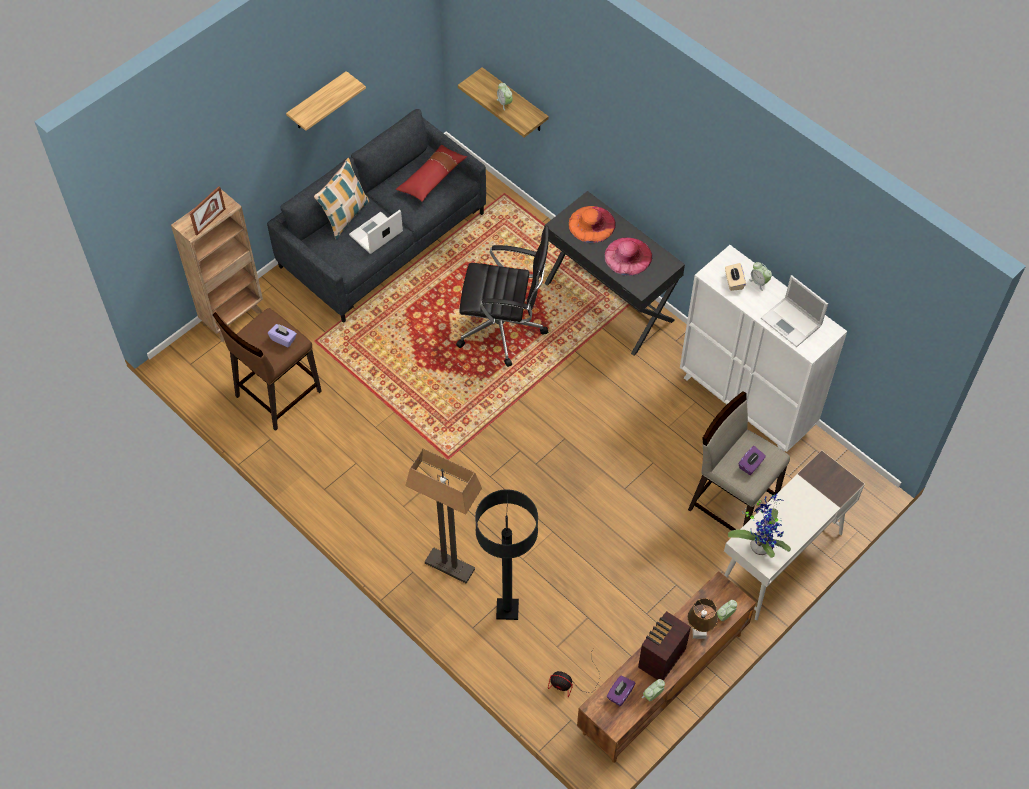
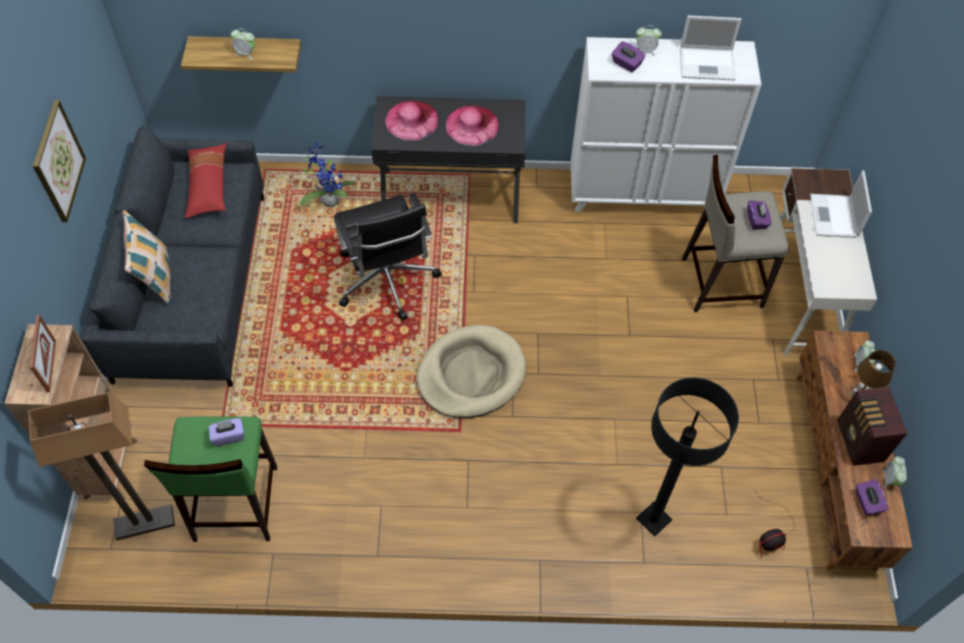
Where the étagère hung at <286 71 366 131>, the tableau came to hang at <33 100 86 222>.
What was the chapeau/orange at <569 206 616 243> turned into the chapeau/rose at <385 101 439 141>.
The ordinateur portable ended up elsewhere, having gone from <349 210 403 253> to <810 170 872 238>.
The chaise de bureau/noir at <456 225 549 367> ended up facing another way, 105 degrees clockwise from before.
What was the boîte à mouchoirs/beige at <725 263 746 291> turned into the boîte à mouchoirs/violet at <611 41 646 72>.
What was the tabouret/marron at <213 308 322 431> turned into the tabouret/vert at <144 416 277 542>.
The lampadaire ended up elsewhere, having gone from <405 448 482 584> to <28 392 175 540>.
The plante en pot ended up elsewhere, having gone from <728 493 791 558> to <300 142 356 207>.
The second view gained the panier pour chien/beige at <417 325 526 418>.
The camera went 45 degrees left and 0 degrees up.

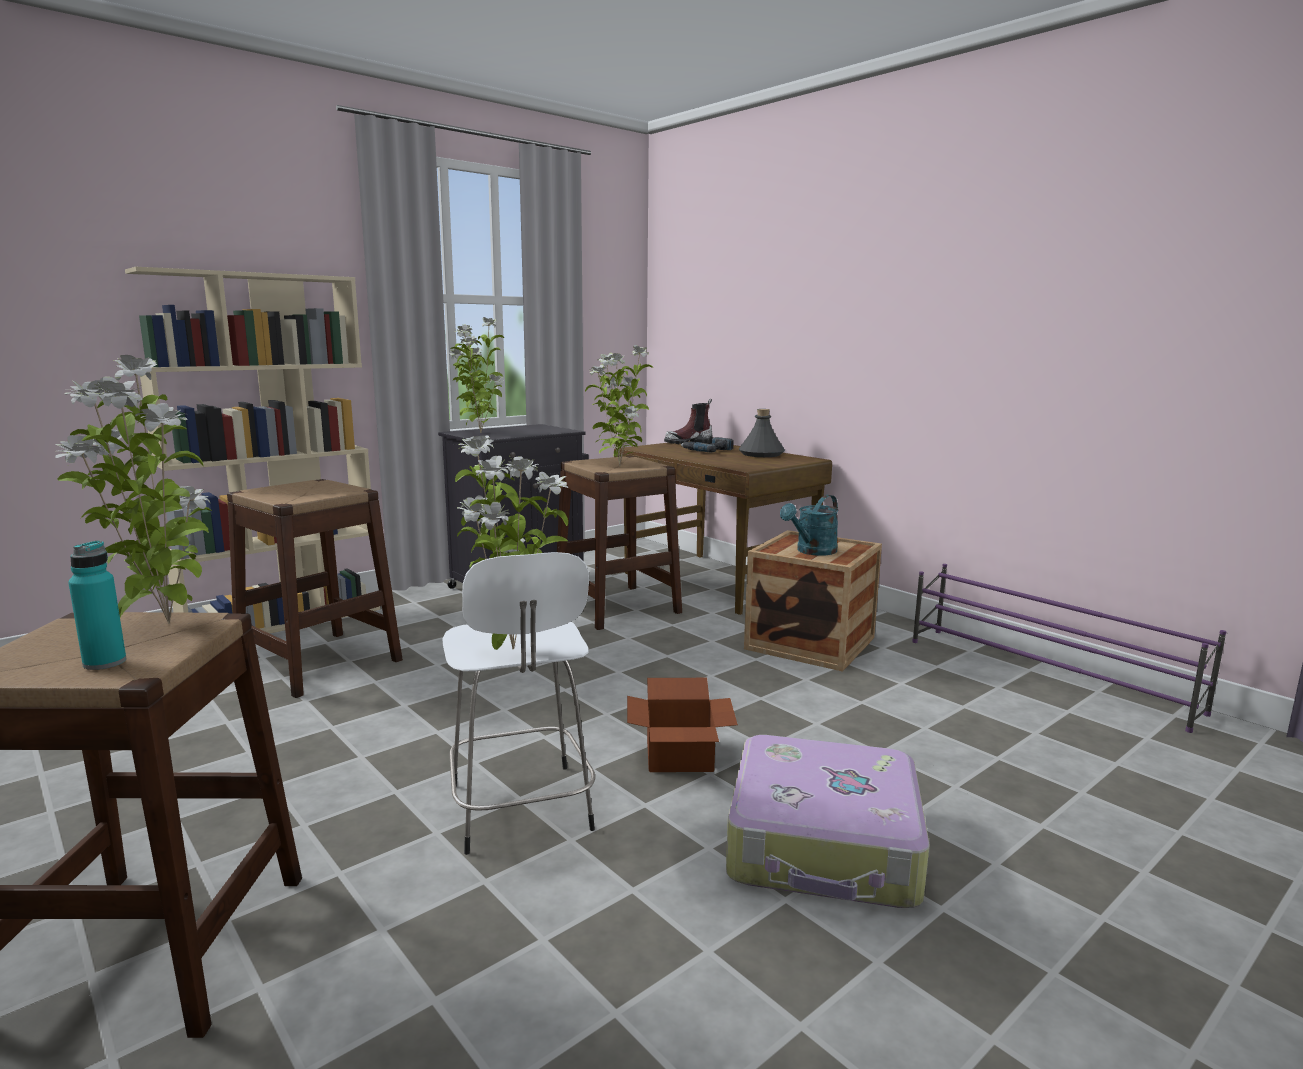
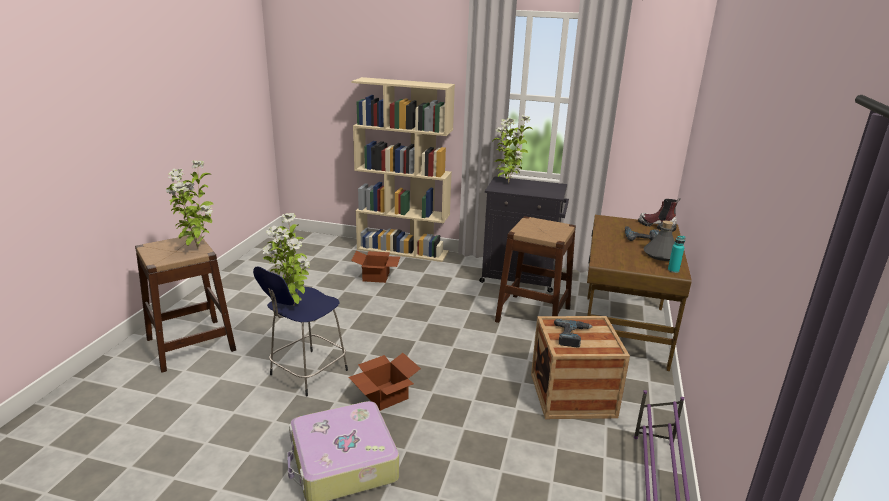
The second view lost the plante en pot at <585 345 654 466>.
Where the tabouret/marron stood at <227 479 403 698>, the carton came to stand at <351 251 400 283>.
Where the arrosoir/turquoise stood at <780 495 839 556>, the perceuse came to stand at <554 319 593 347>.
The bouteille/turquoise ended up elsewhere, having gone from <68 540 126 670> to <668 236 685 273>.
What was the tabouret/blanc at <442 552 595 855> turned into the tabouret/bleu at <253 266 348 396>.
The camera went 55 degrees right and 10 degrees up.

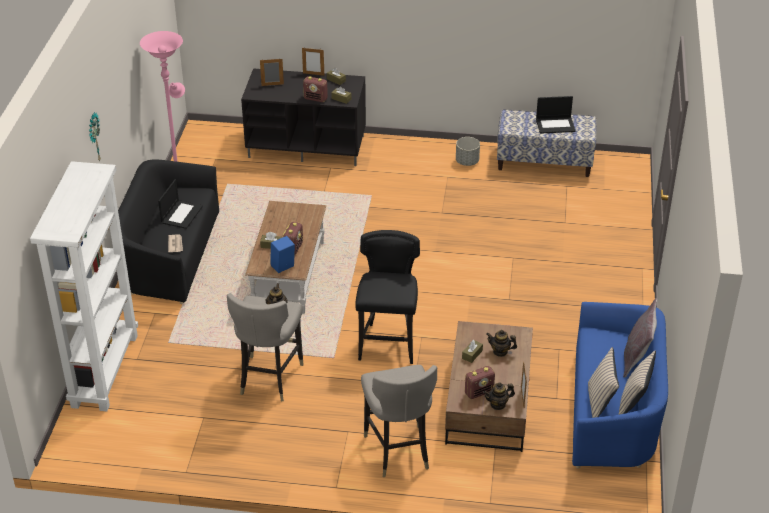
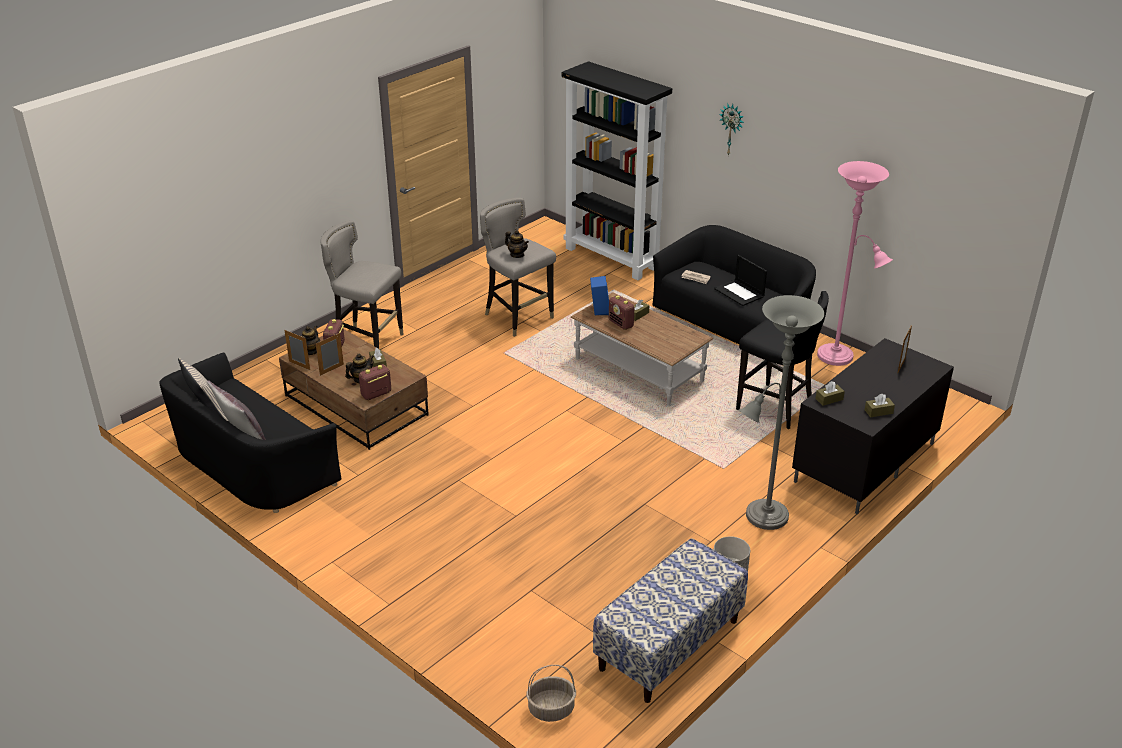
The cadre photo ended up elsewhere, having gone from <302 48 324 76> to <316 333 344 376>.
The radio ended up elsewhere, having gone from <303 76 328 102> to <359 364 391 400>.
The second view lost the ordinateur portable at <536 96 576 134>.
What was the bibliothèque/blanc at <30 161 138 412> turned into the bibliothèque/noir at <562 61 672 280>.
The tabouret/noir ended up elsewhere, having gone from <355 230 420 364> to <736 291 829 429>.
What was the canapé/bleu at <572 302 668 468> turned into the canapé/noir at <159 353 341 513>.
The second view lost the coussin/beige at <588 347 619 418>.
The second view gained the lampadaire/gris at <739 295 824 530>.
The second view gained the panier at <526 665 576 722>.
The camera went 125 degrees right and 5 degrees down.

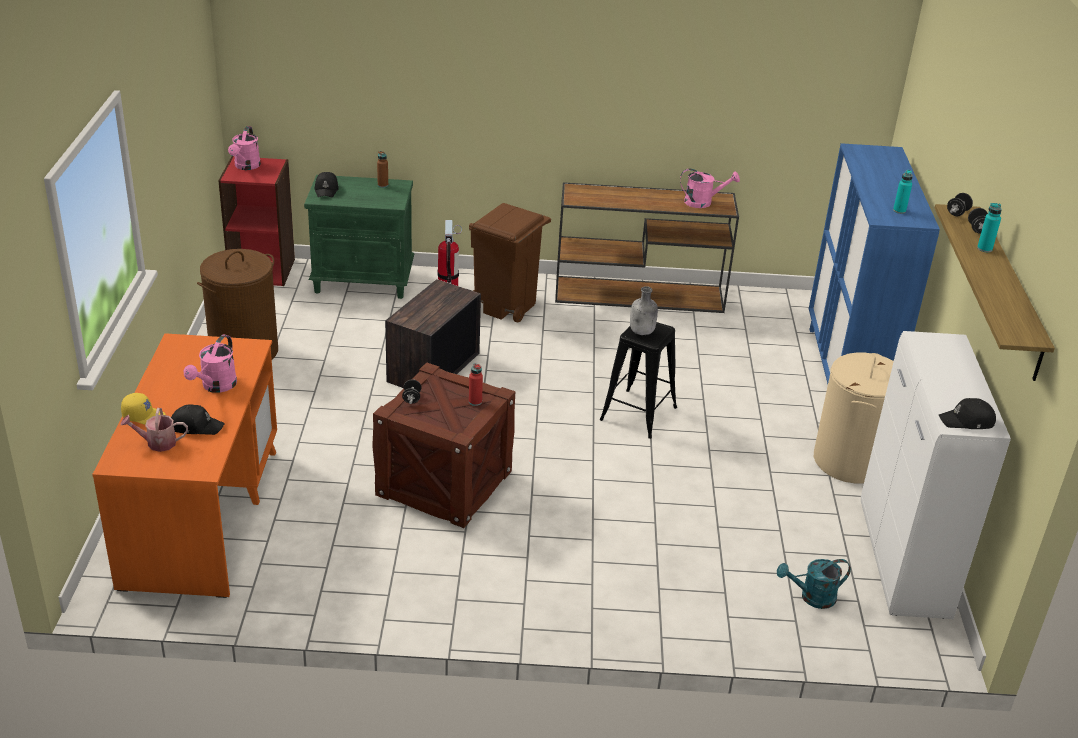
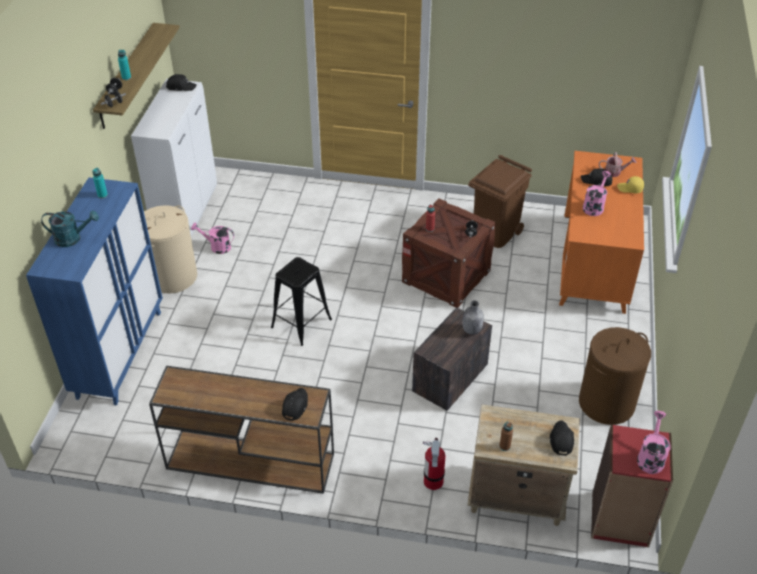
The arrosoir/rose ended up elsewhere, having gone from <680 169 740 208> to <191 223 234 254>.
What was the table de chevet/vert at <304 175 414 299> turned into the table de chevet/beige at <467 404 580 526>.
The poubelle/marron ended up elsewhere, having gone from <469 203 551 323> to <468 155 532 248>.
The bouteille/gris ended up elsewhere, having gone from <630 286 658 335> to <463 300 484 335>.
The arrosoir/turquoise ended up elsewhere, having gone from <777 559 851 609> to <41 211 99 247>.
The second view gained the casquette/noir at <282 388 308 421>.
The camera went 170 degrees left and 10 degrees up.

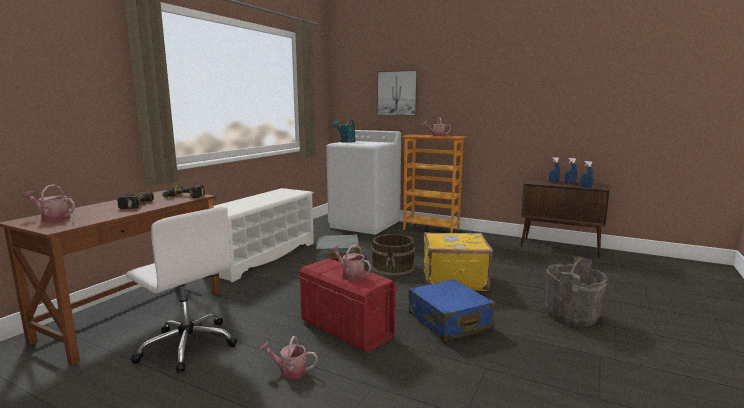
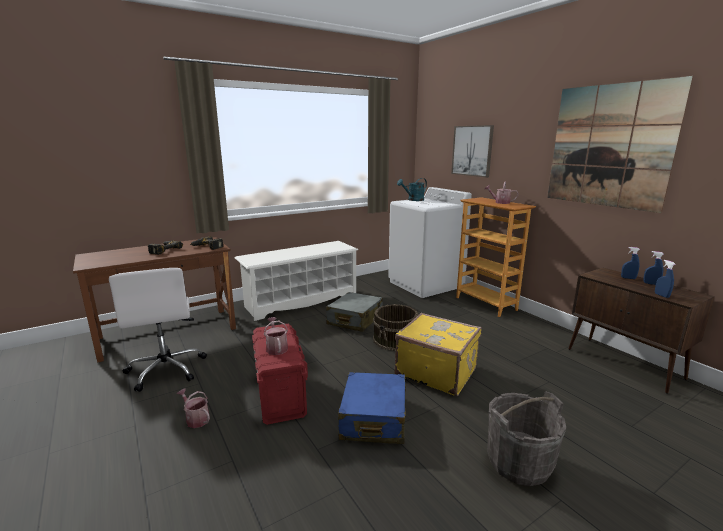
The second view lost the arrosoir at <23 184 75 222>.
The second view gained the tableau at <547 76 694 213>.
The camera went 30 degrees right and 5 degrees up.

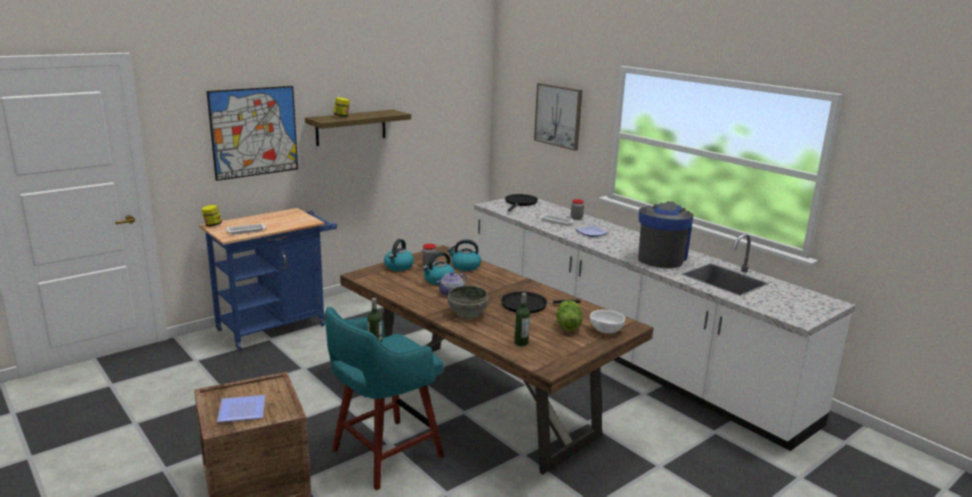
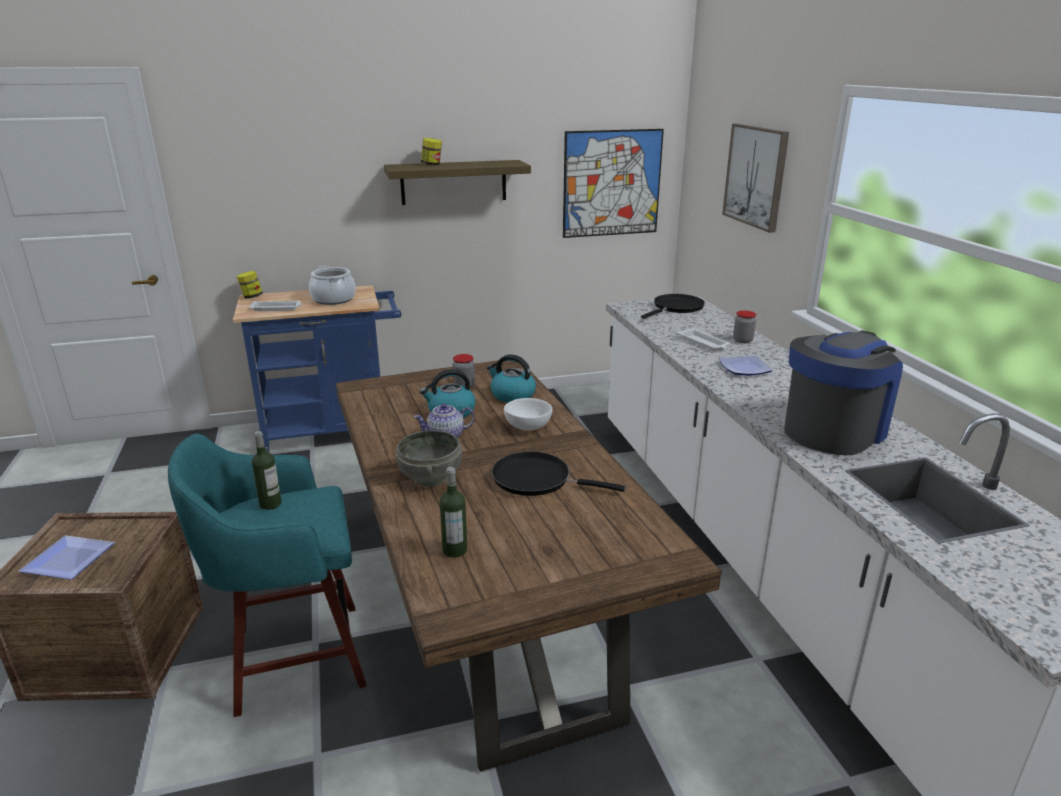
The tableau ended up elsewhere, having gone from <207 86 298 181> to <563 129 664 238>.
The second view lost the bouilloire at <384 239 414 271>.
The second view lost the laitue at <556 300 583 331>.
The bol/blanc ended up elsewhere, having gone from <590 310 625 333> to <504 398 552 431>.
The second view gained the marmite at <309 265 356 305>.
The camera went 25 degrees right and 5 degrees up.

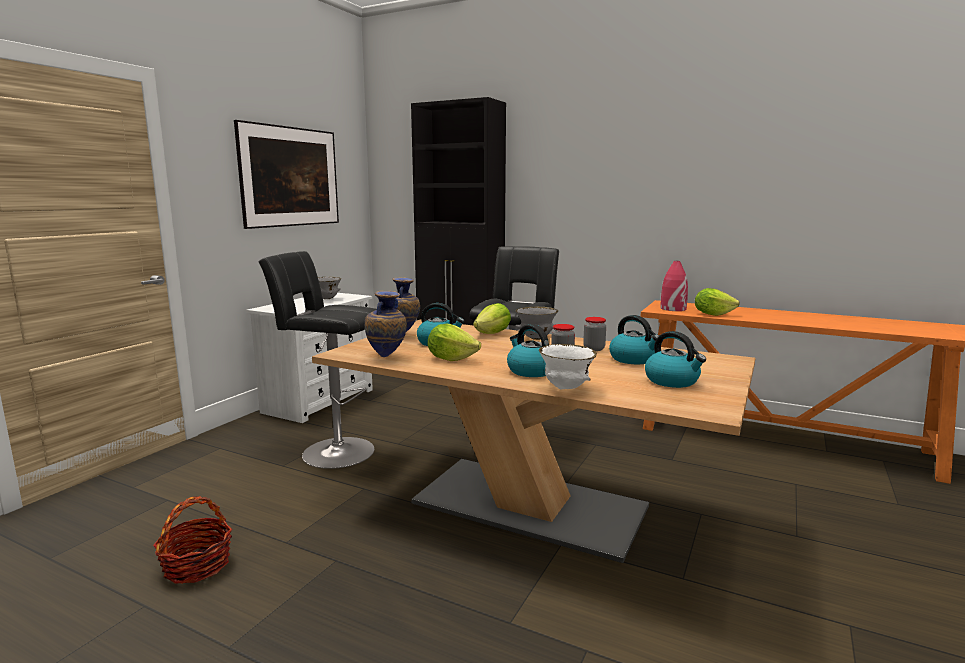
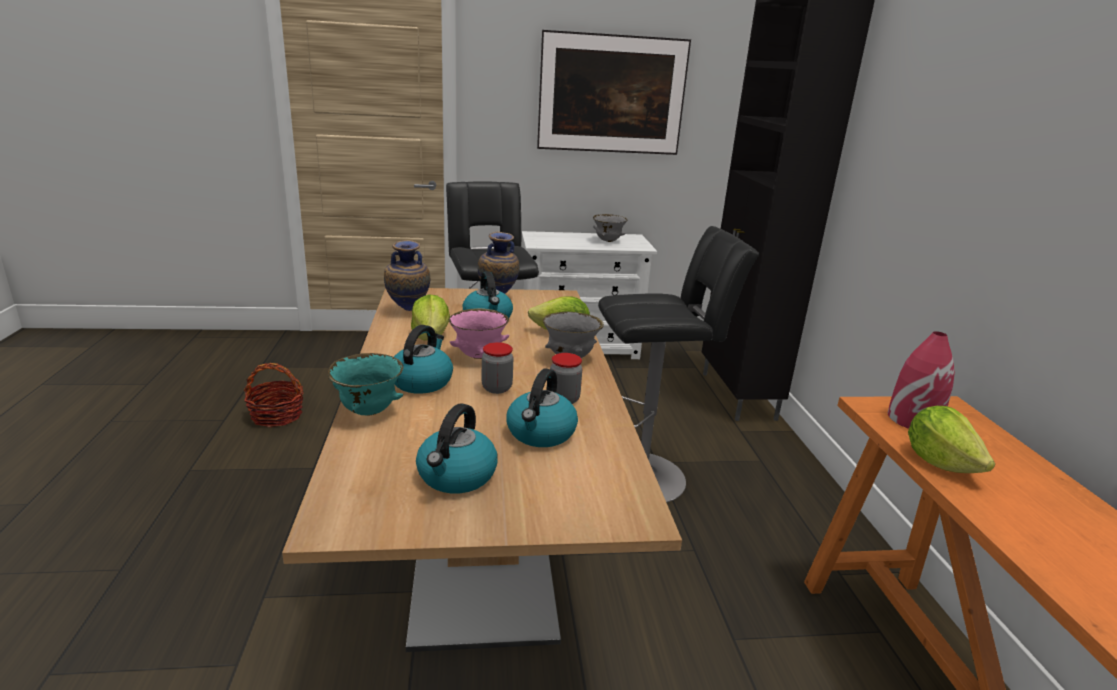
What was the bol/blanc at <539 344 597 389> turned into the bol/turquoise at <328 353 404 415>.
The second view gained the bol/rose at <449 308 510 359>.
The camera went 55 degrees right and 10 degrees up.

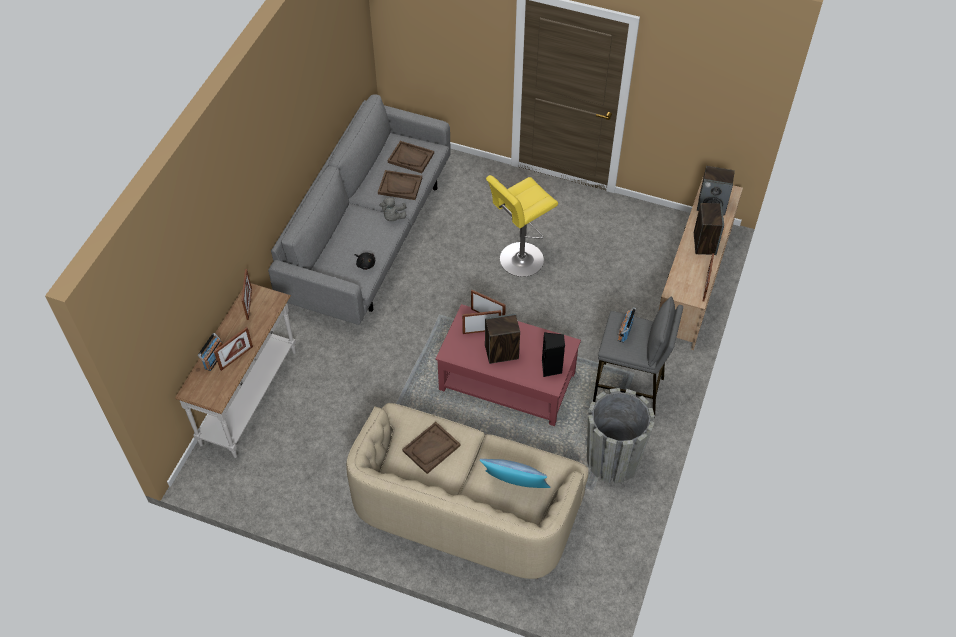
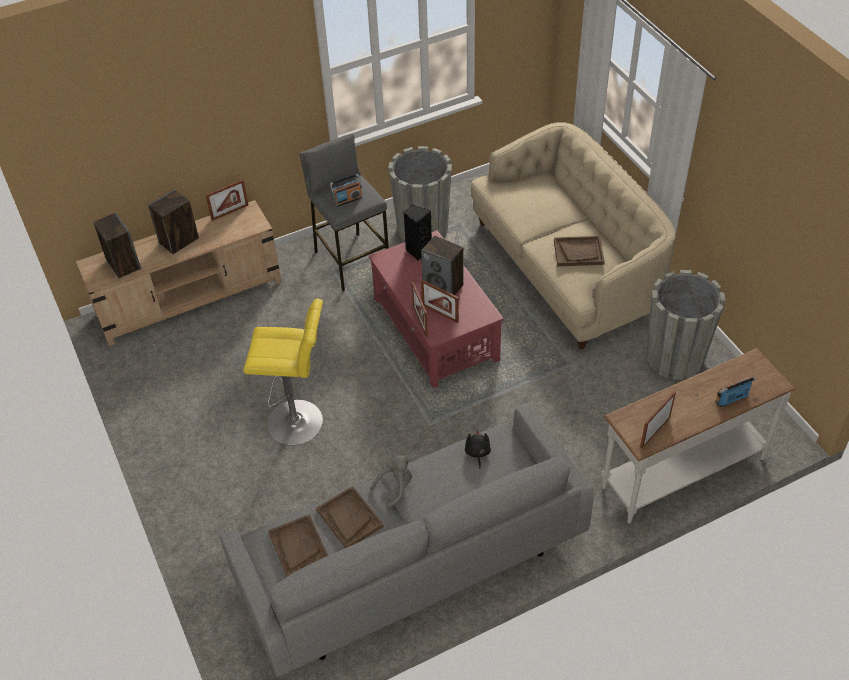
The second view lost the cadre photo at <214 327 253 371>.
The second view lost the coussin at <480 459 551 488>.
The second view gained the cache-pot/gris at <646 270 726 380>.
The camera went 135 degrees left and 5 degrees down.

